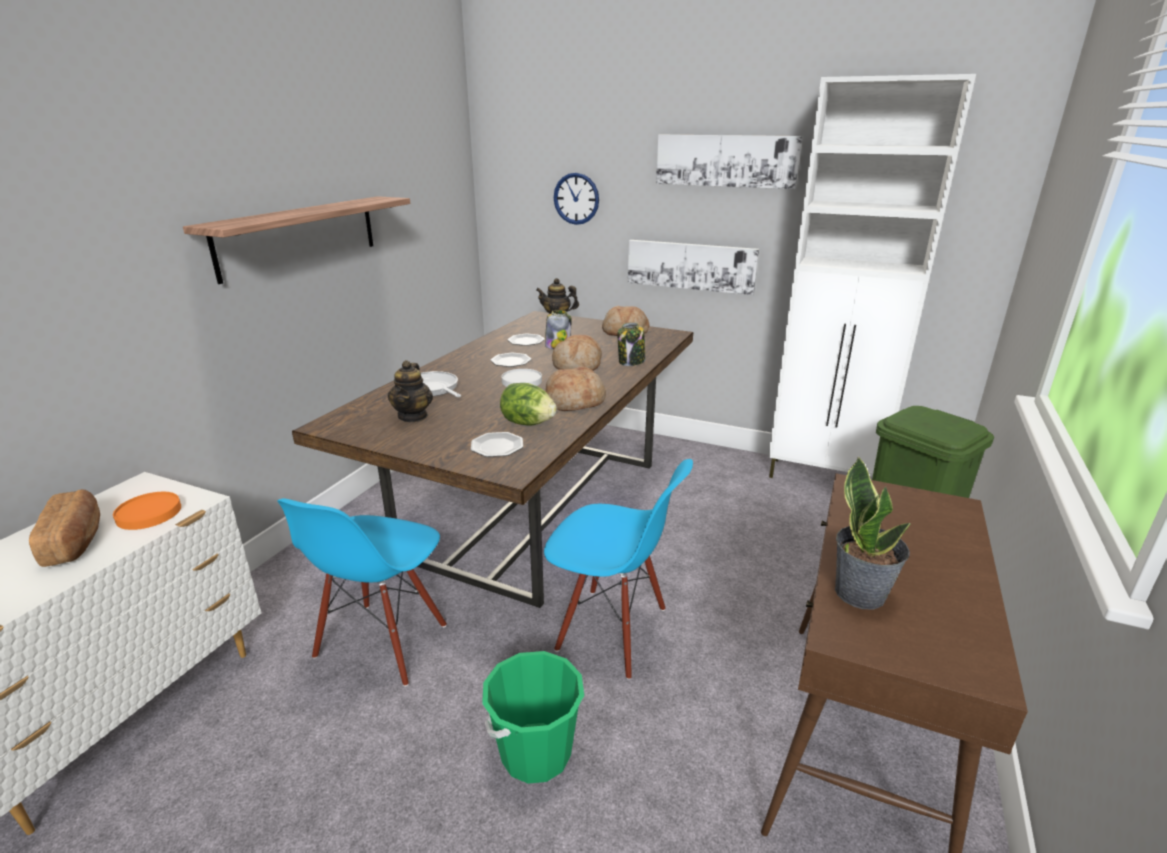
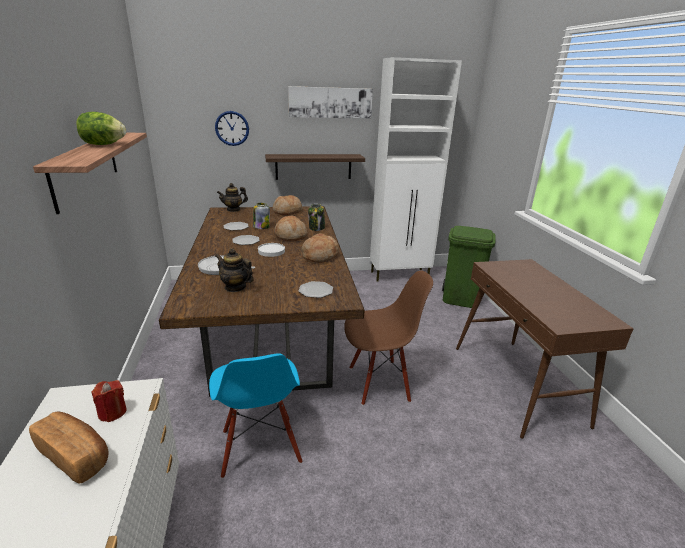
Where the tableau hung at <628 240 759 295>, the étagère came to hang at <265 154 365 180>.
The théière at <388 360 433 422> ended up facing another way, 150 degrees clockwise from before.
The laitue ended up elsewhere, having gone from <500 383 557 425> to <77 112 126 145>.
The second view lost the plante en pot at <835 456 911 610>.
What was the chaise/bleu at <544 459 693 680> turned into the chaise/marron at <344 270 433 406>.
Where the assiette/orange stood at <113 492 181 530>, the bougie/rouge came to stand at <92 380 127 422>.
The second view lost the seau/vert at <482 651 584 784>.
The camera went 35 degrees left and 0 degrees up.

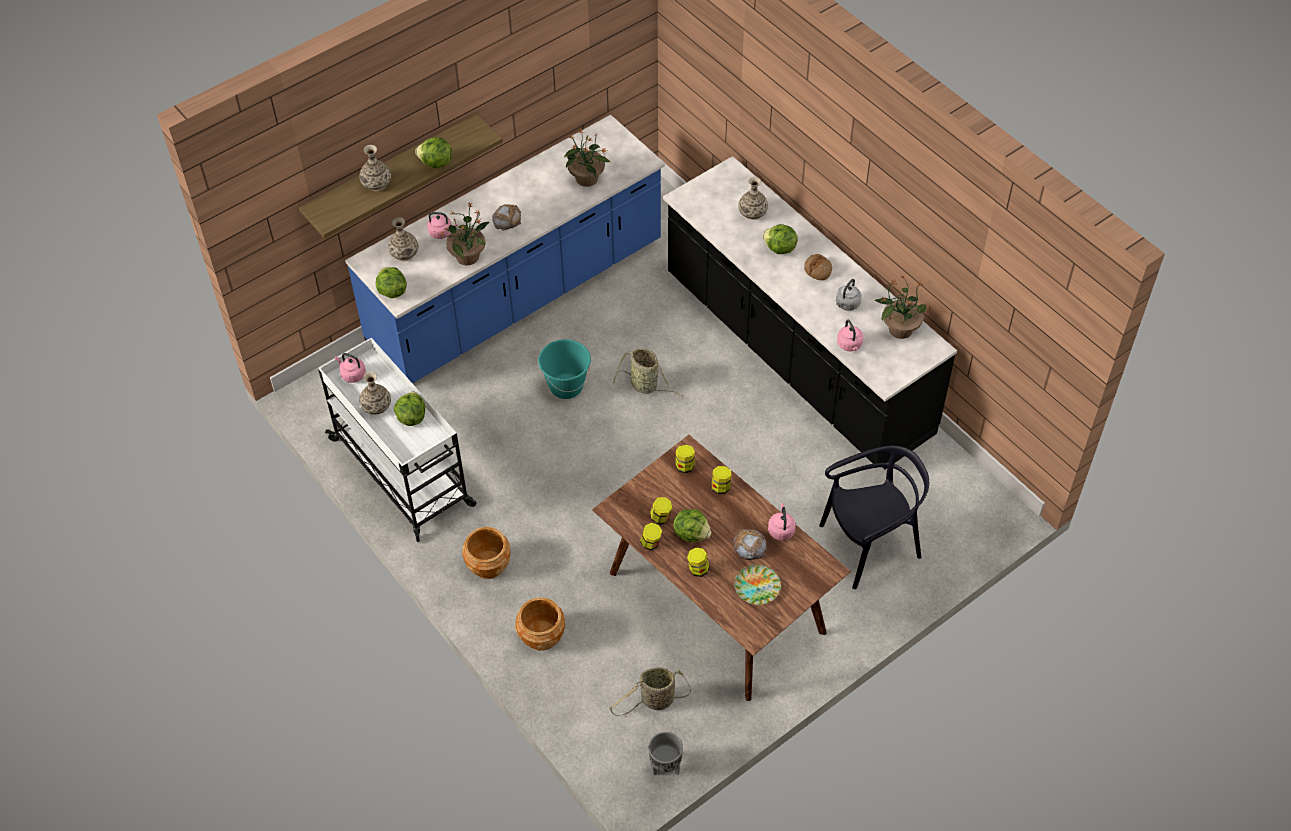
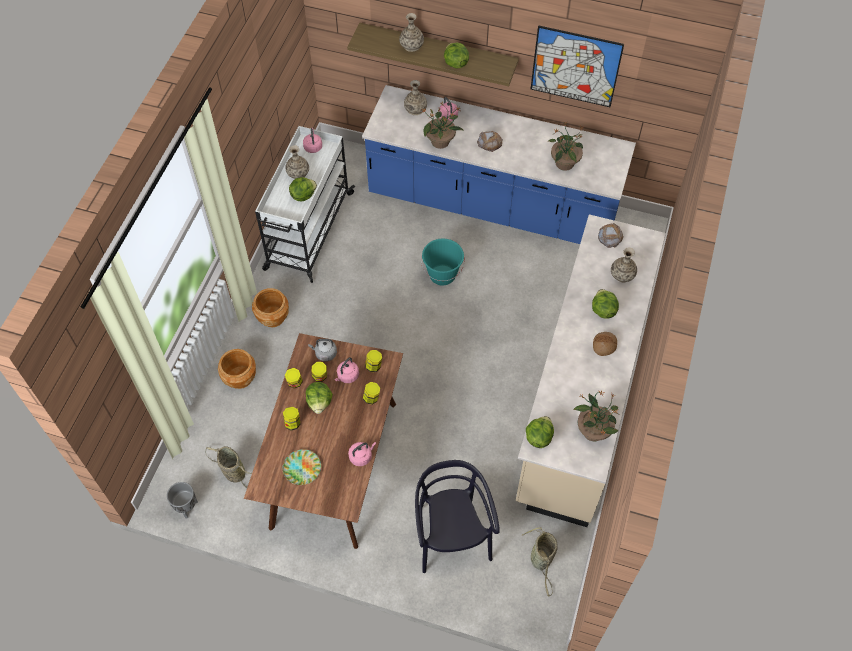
What was the comptoir de cuisine/noir at <663 156 957 469> turned into the comptoir de cuisine/beige at <516 214 666 527>.
The laitue ended up elsewhere, having gone from <376 267 406 298> to <526 416 554 448>.
The bouilloire/gris ended up elsewhere, having gone from <836 279 862 311> to <308 339 337 362>.
The bouilloire/rose ended up elsewhere, having gone from <837 320 863 351> to <335 357 359 383>.
The panier ended up elsewhere, having gone from <613 348 683 397> to <521 527 558 596>.
The chaise/noir at <819 446 929 589> ended up facing another way, 135 degrees counterclockwise from before.
The pain ended up elsewhere, having gone from <733 528 767 560> to <598 223 624 248>.
The second view gained the tableau at <531 25 624 107>.
The camera went 55 degrees right and 5 degrees up.

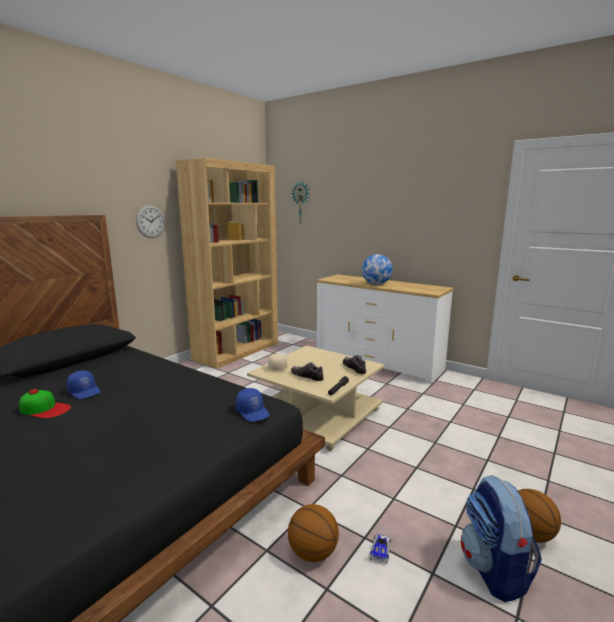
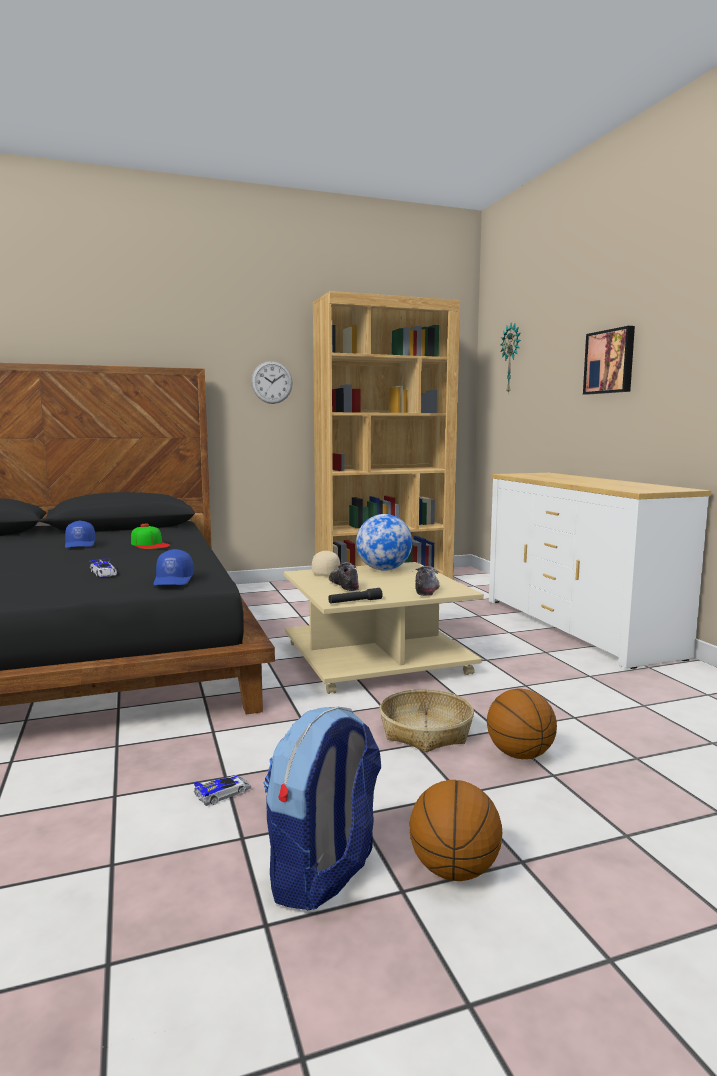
The globe ended up elsewhere, having gone from <362 254 393 285> to <356 514 412 571>.
The casquette ended up elsewhere, having gone from <19 389 71 418> to <131 524 170 549>.
The ballon de basket ended up elsewhere, having gone from <288 504 339 562> to <487 688 557 759>.
The second view gained the tableau at <583 326 635 394>.
The second view gained the petite voiture at <90 559 117 577>.
The second view gained the panier at <380 689 474 752>.
The camera went 35 degrees right and 5 degrees down.

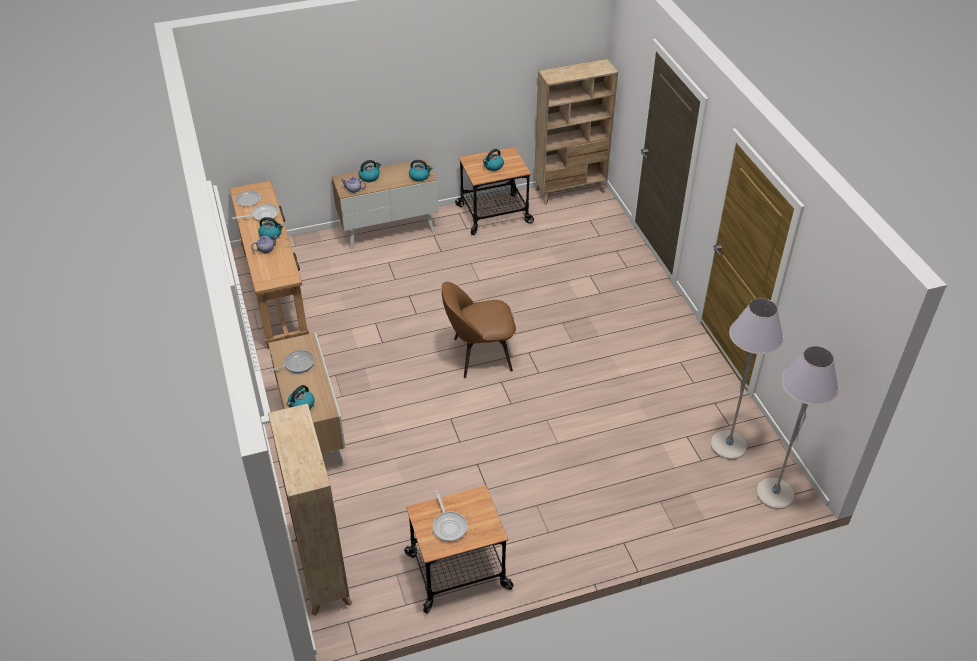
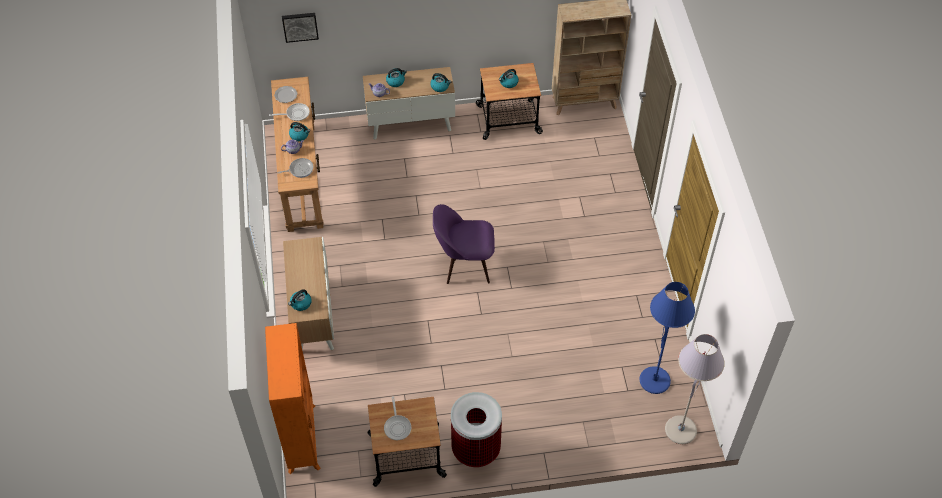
What was the chaise/marron at <442 282 516 378> turned into the chaise/violet at <433 204 495 284>.
What was the lampadaire/gris at <710 298 784 459> turned into the lampadaire/bleu at <640 282 695 394>.
The poêle ended up elsewhere, having gone from <270 350 315 373> to <278 158 313 178>.
What was the bibliothèque/beige at <268 404 352 616> turned into the bibliothèque/orange at <265 323 320 474>.
The second view gained the tableau at <282 13 319 43>.
The second view gained the poubelle at <451 392 502 467>.
The camera went 10 degrees right and 10 degrees up.

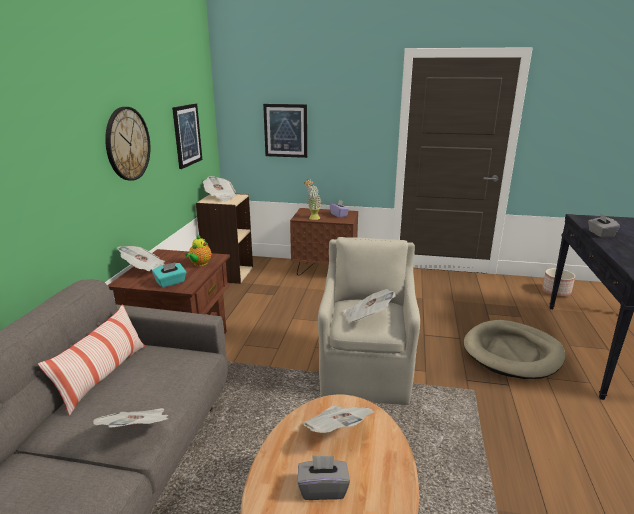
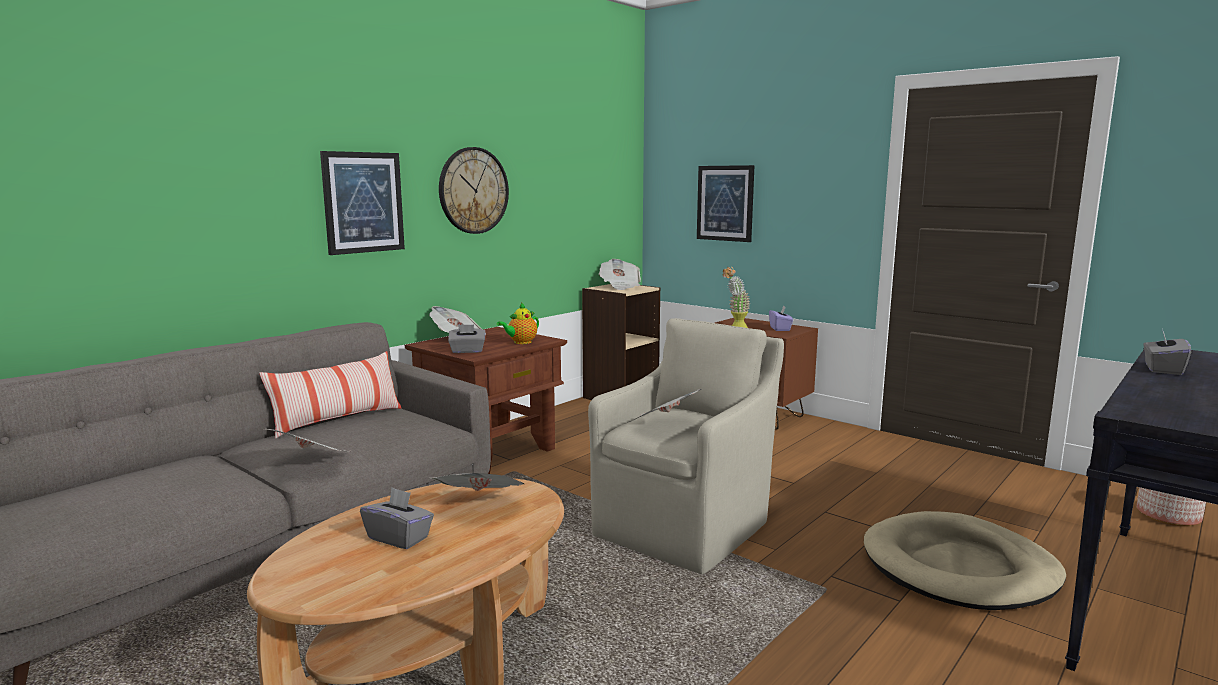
The tableau ended up elsewhere, having gone from <172 103 202 169> to <320 151 405 255>.
What was the boîte à mouchoirs/turquoise at <152 262 186 288> turned into the boîte à mouchoirs/gris at <448 325 485 353>.
The camera went 30 degrees right and 10 degrees down.

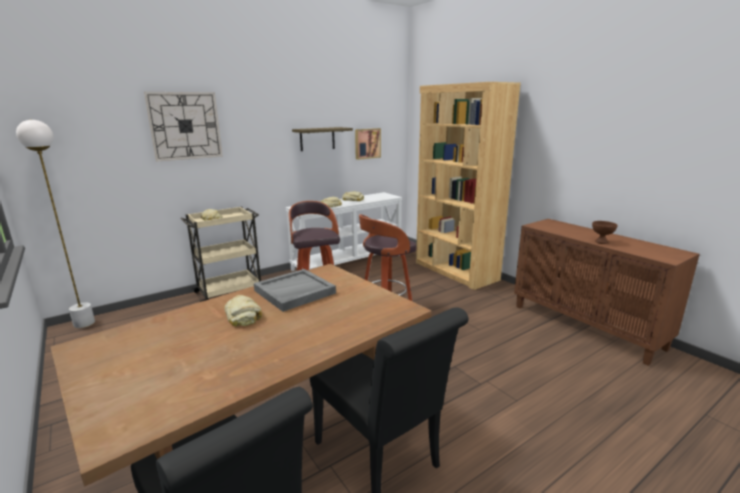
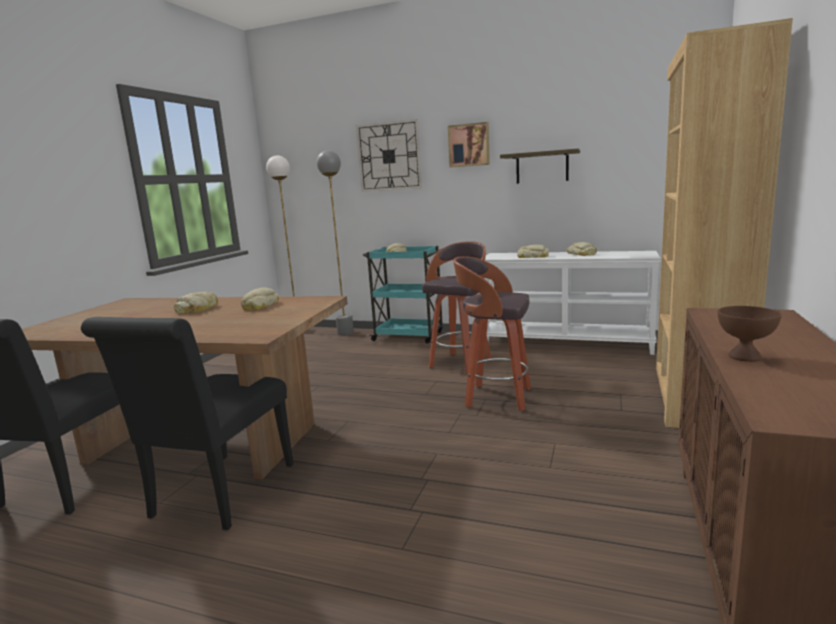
The tableau ended up elsewhere, having gone from <355 128 381 160> to <448 122 490 168>.
What was the chariot/beige at <180 207 261 302> turned into the chariot/turquoise at <363 246 443 344>.
Where the plateau/gris stood at <254 269 336 312>, the pain came to stand at <241 287 279 311>.
The second view gained the lampadaire/gris at <316 150 354 335>.
The camera went 55 degrees right and 5 degrees down.

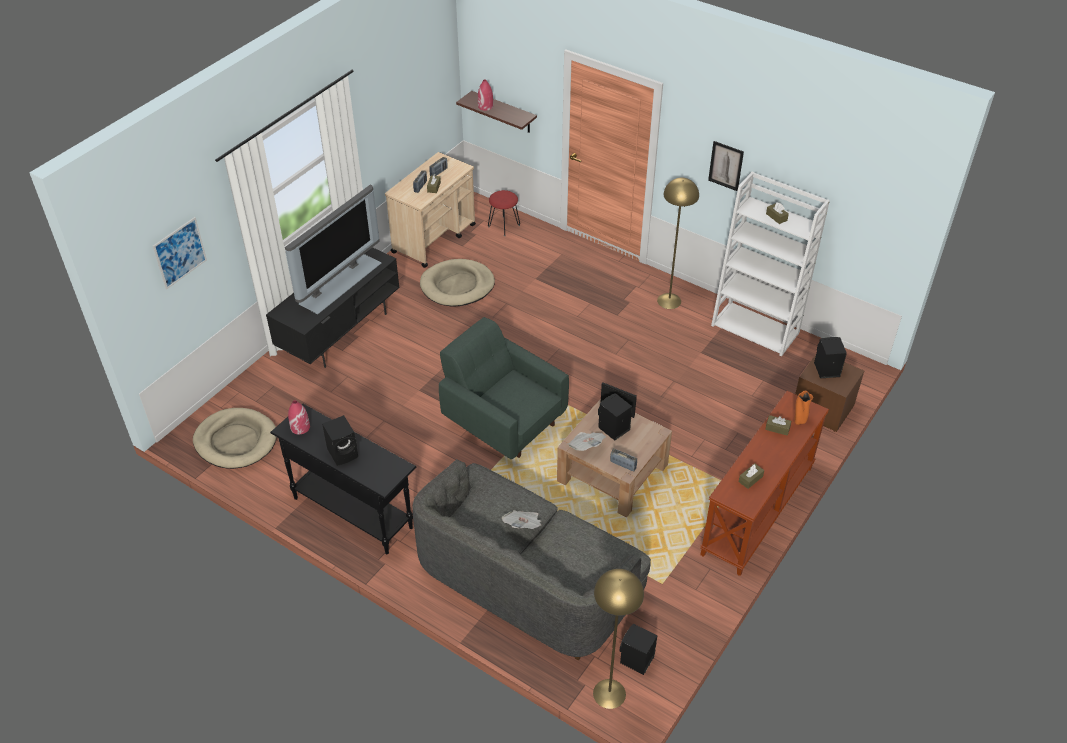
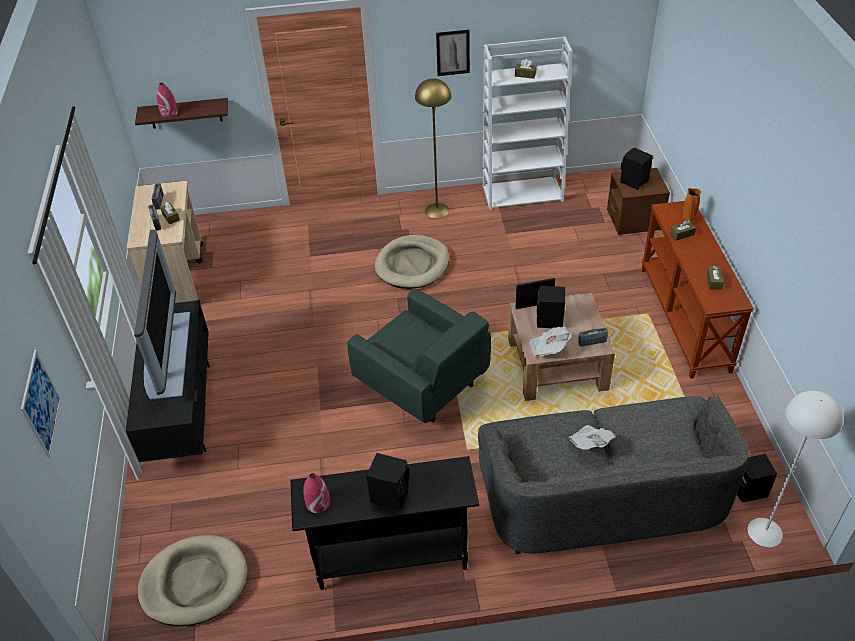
The second view lost the tabouret/rouge at <488 190 520 236>.
The panier pour chien/beige ended up elsewhere, having gone from <420 259 495 307> to <375 235 449 289>.
The fauteuil/vert at <439 317 569 459> ended up facing another way, 135 degrees counterclockwise from before.
What was the lampadaire/jaune at <593 569 644 709> turned into the lampadaire/blanc at <748 391 843 547>.
The camera went 40 degrees left and 0 degrees up.

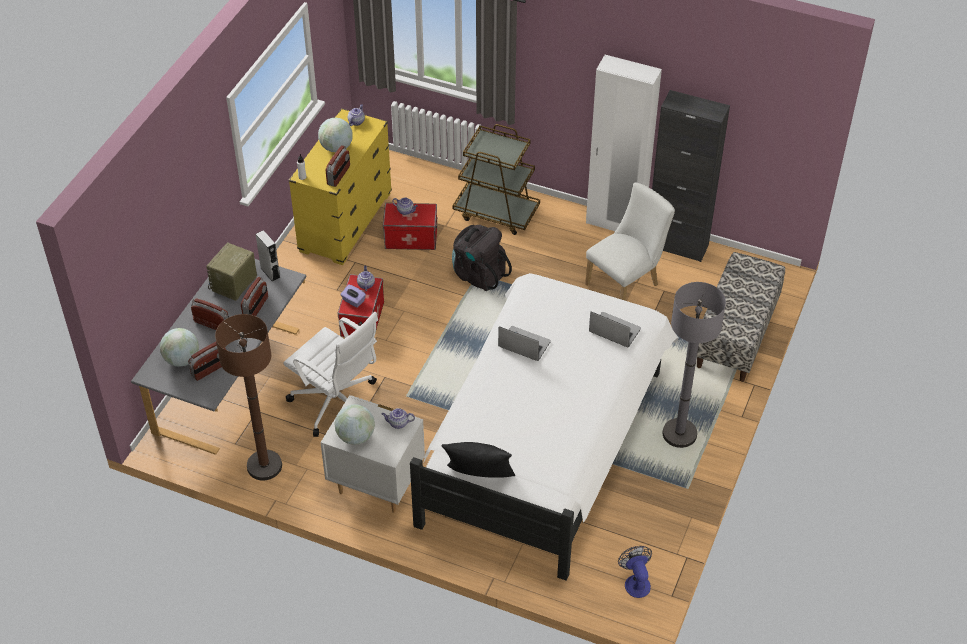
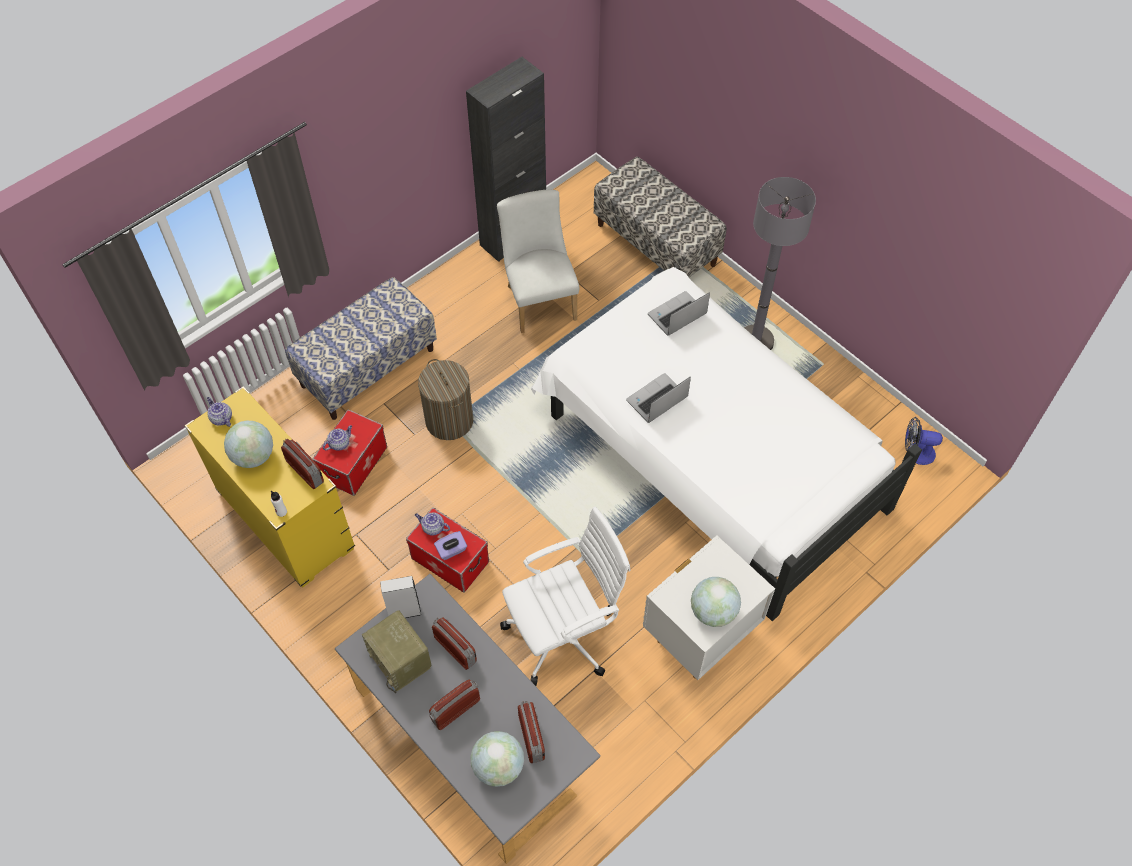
The second view lost the armoire/blanc at <586 55 662 231>.
Where the chariot/marron stood at <452 124 540 235>, the banc came to stand at <285 277 437 420>.
Where the sac à dos/noir stood at <452 225 512 291>, the panier à linge came to stand at <418 359 473 440>.
The second view lost the lampadaire/marron at <215 314 282 480>.
The second view lost the théière at <381 408 415 429>.
The second view lost the coussin/noir at <441 442 515 478>.
The camera went 65 degrees left and 10 degrees up.

